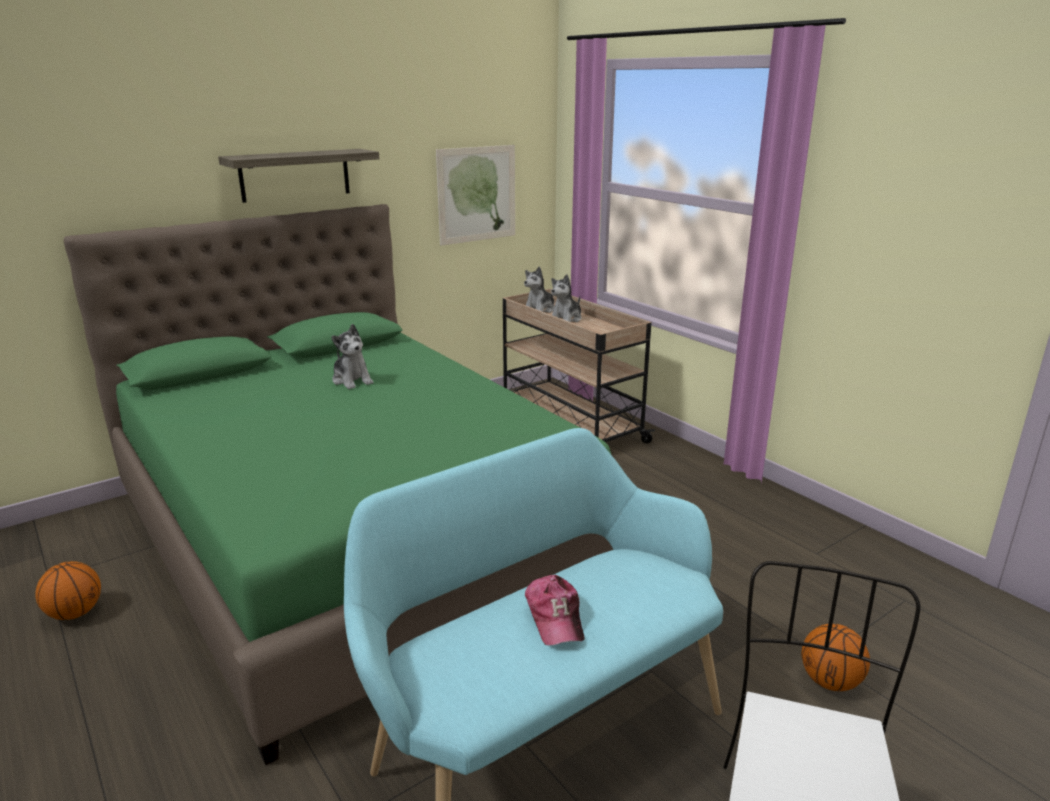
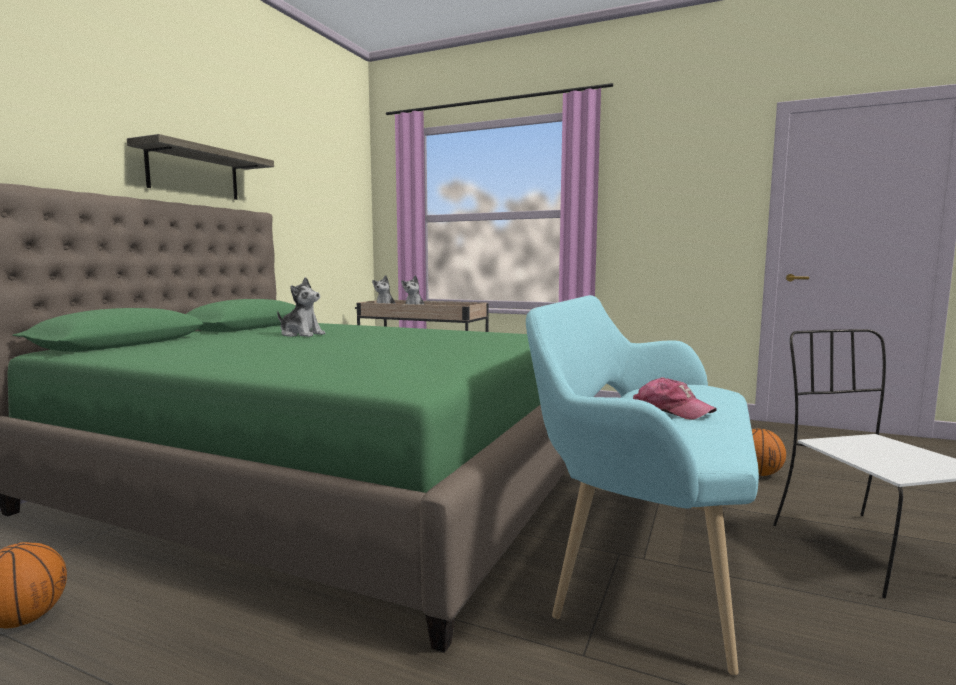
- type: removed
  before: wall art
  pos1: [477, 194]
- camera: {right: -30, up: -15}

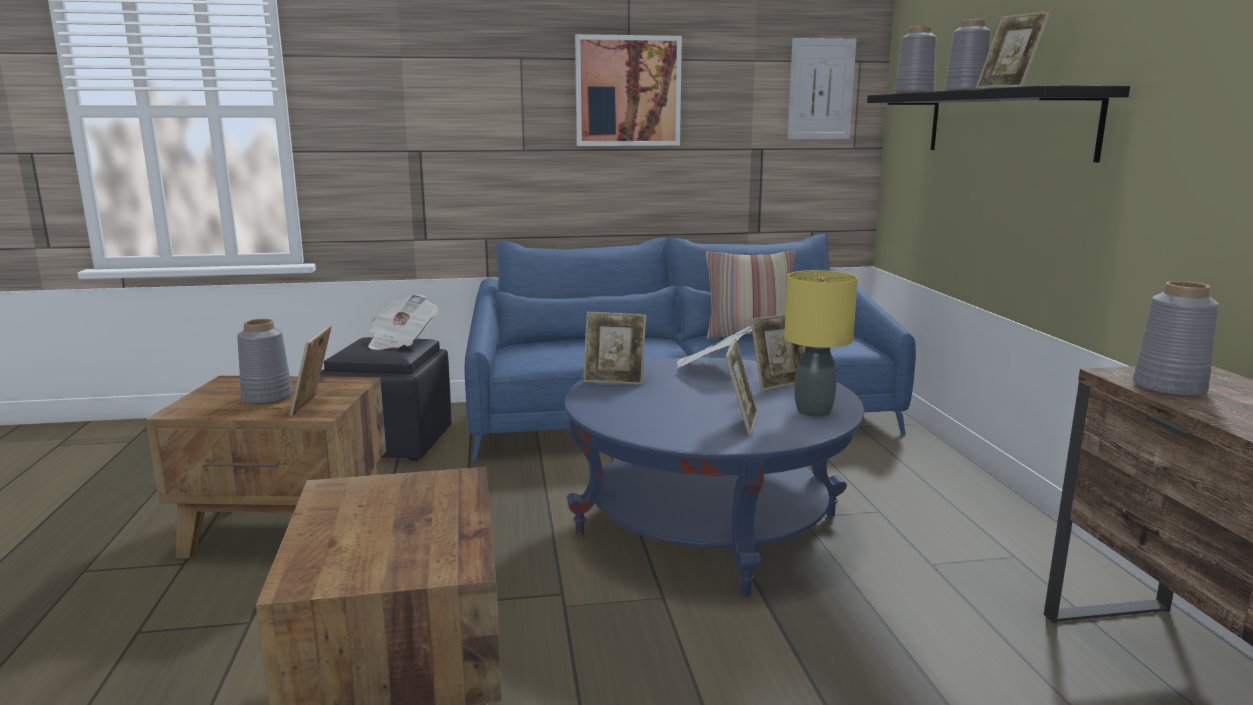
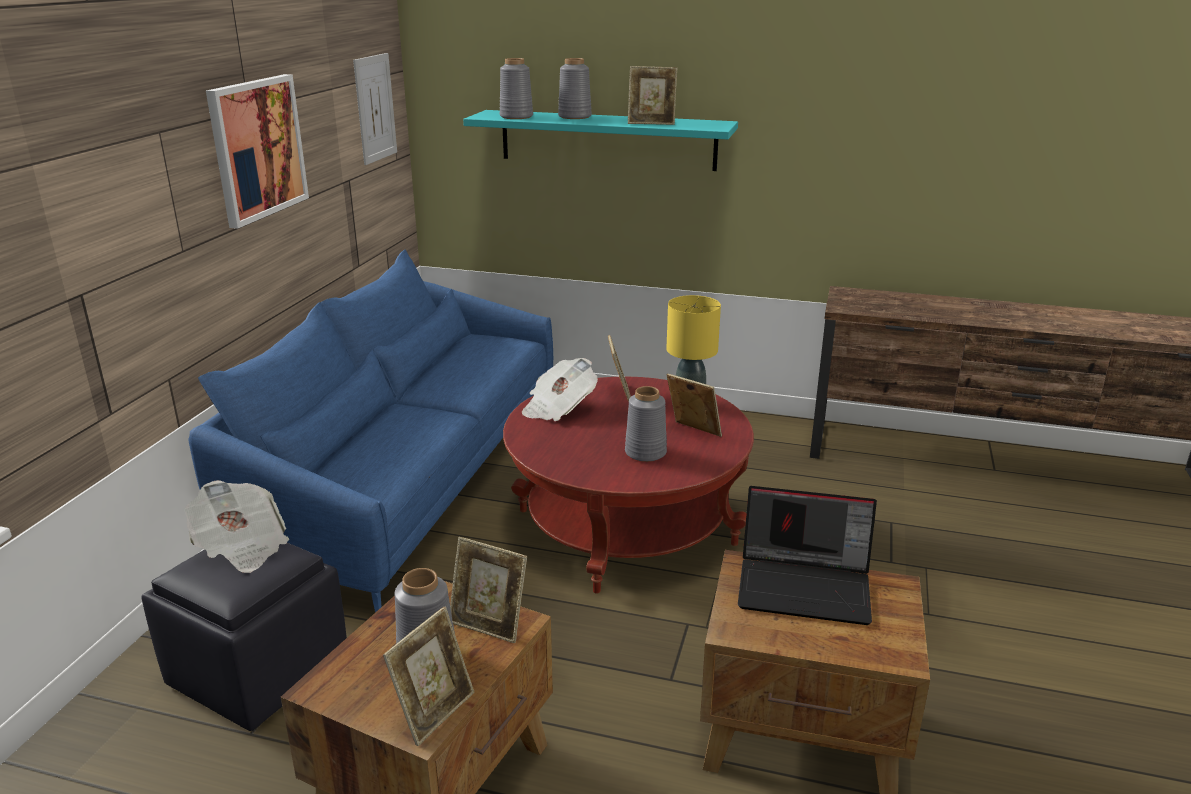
- type: removed
  before: pillow
  pos1: [750, 335]
- type: added
  after: laptop
  pos2: [806, 586]
- type: moved
  before: standing frame
  pos1: [614, 380]
  pos2: [434, 712]
- type: moved
  before: vase (grey)
  pos1: [1170, 388]
  pos2: [646, 452]
- type: recoloured
  before: lounge table (blue)
  after: lounge table (red)
  pos1: [708, 524]
  pos2: [626, 526]
- type: recoloured
  before: bracket shelf (black)
  after: bracket shelf (blue-green)
  pos1: [1006, 123]
  pos2: [607, 140]
- camera: {right: -65, up: 10}

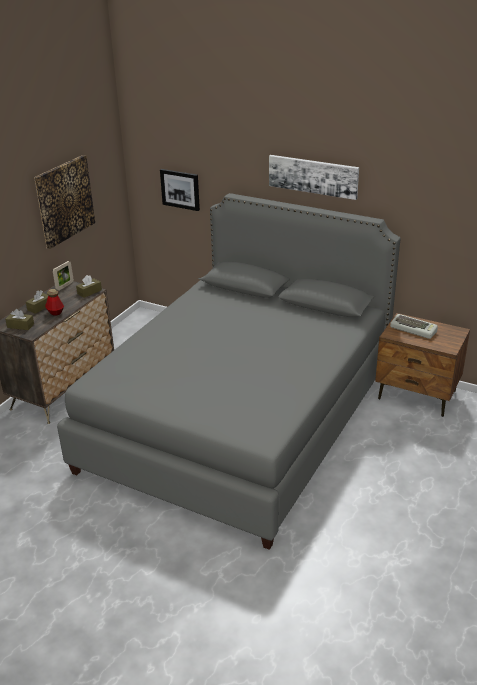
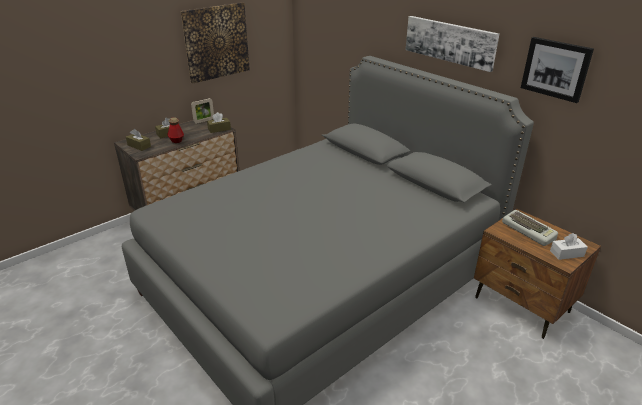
- type: added
  after: tissue box (white-coloured)
  pos2: [566, 253]
- type: moved
  before: wall art
  pos1: [180, 189]
  pos2: [556, 69]
- camera: {right: 20, up: 0}

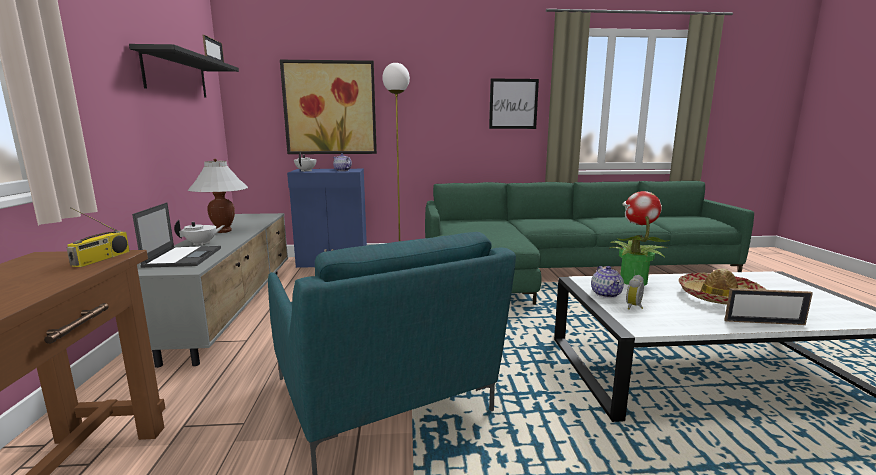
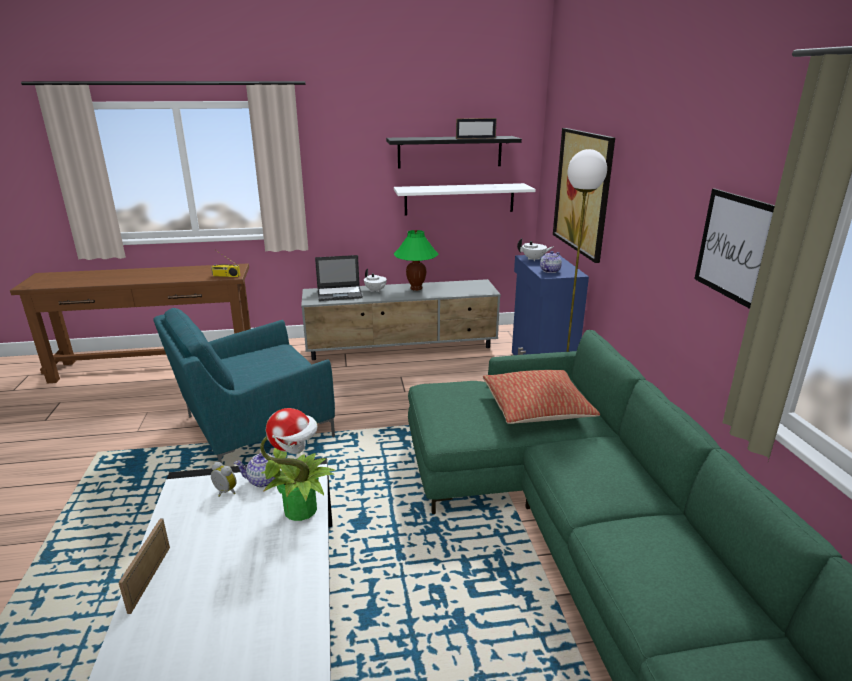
- type: removed
  before: clothing hat
  pos1: [719, 297]
- type: added
  after: bracket shelf (white-coloured)
  pos2: [459, 199]
- type: added
  after: pillow
  pos2: [536, 409]
- type: recoloured
  before: lamp for a table (white-coloured)
  after: lamp for a table (green)
  pos1: [223, 231]
  pos2: [416, 288]
- camera: {right: 85, up: 10}

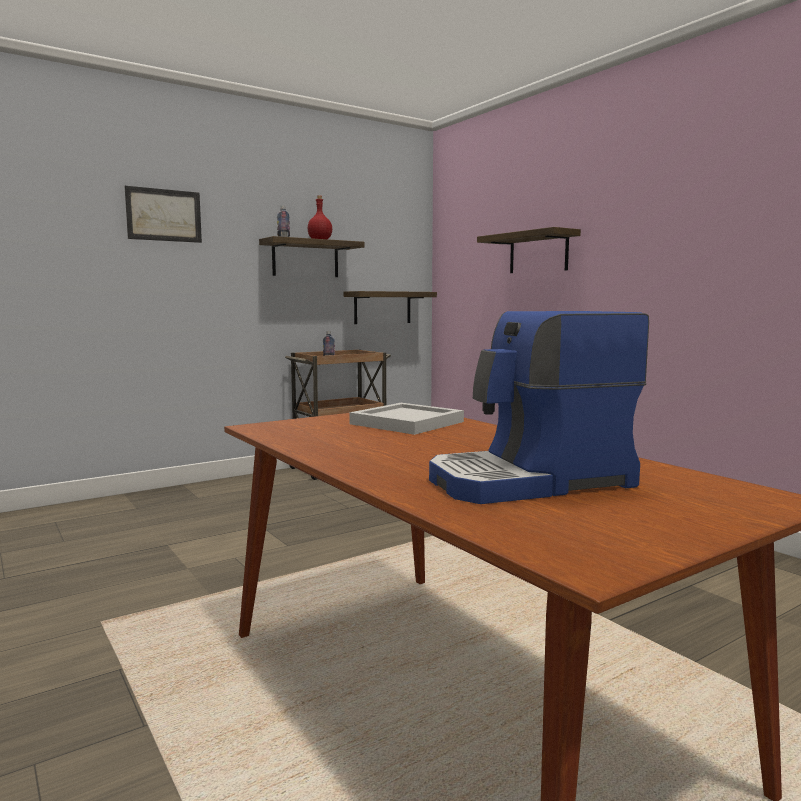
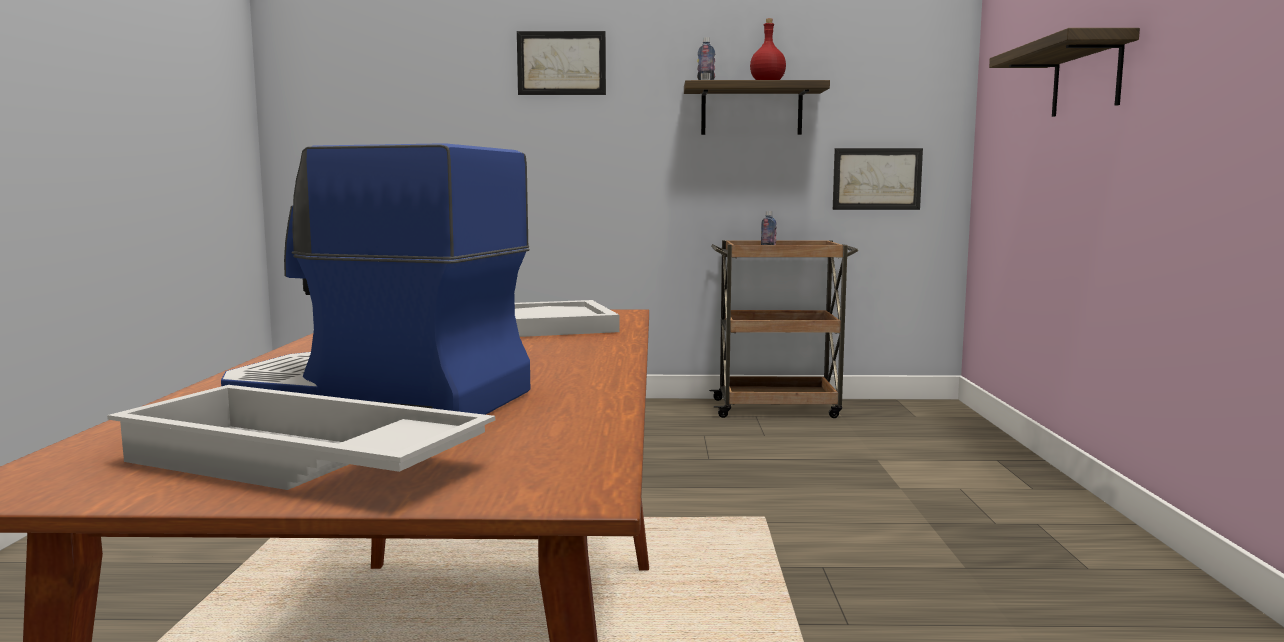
- type: added
  after: carrying tray (white-coloured)
  pos2: [296, 464]
- type: replaced
  before: bracket shelf
  after: wall art
  pos1: [382, 307]
  pos2: [877, 179]
- camera: {right: 35, up: 0}

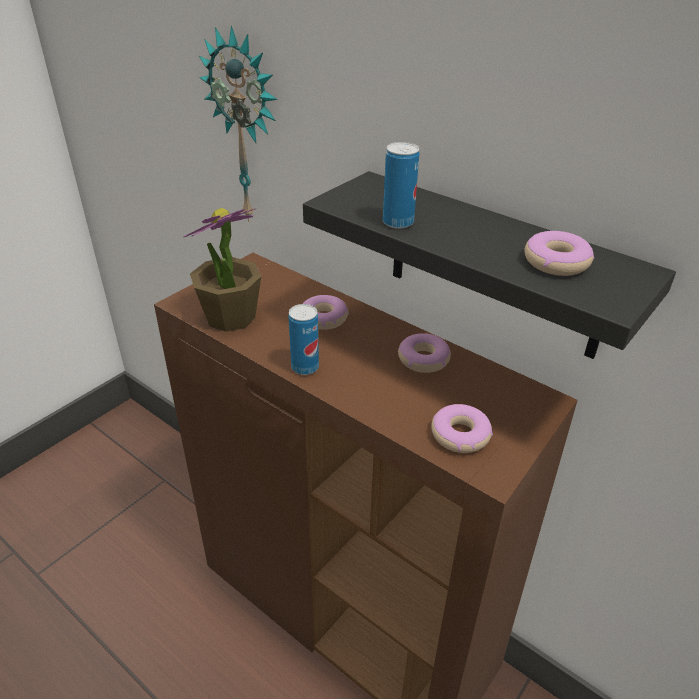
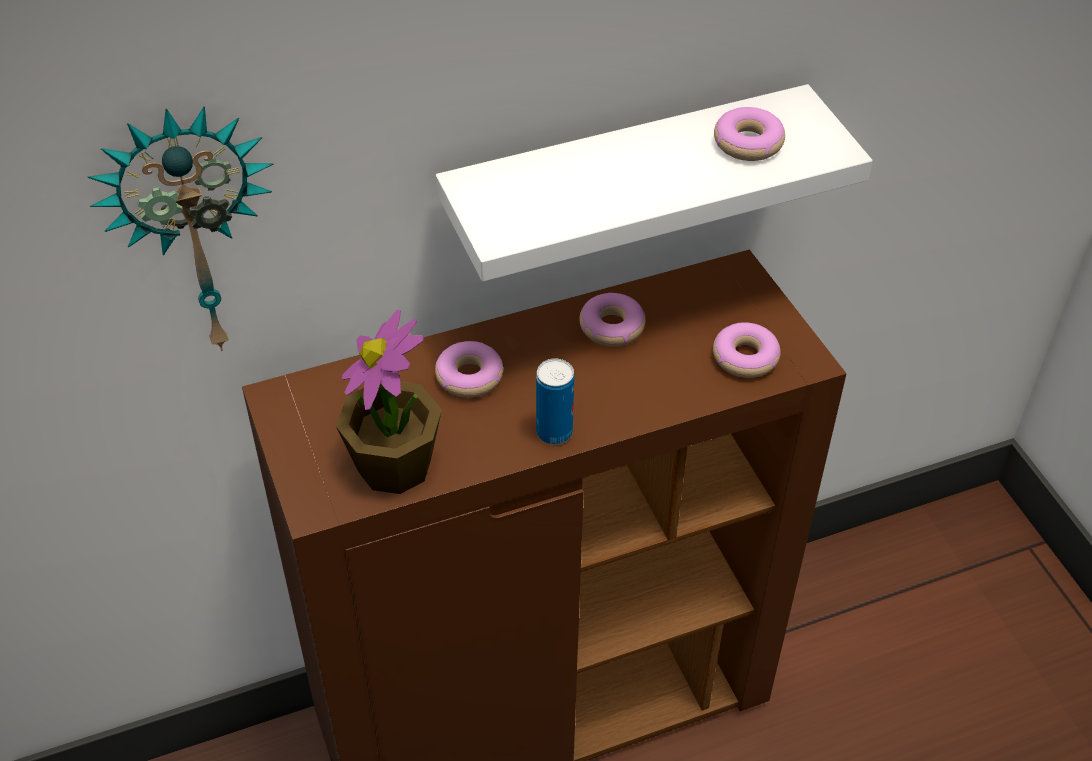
- type: removed
  before: metal can
  pos1: [398, 222]
- type: recoloured
  before: bracket shelf (black)
  after: bracket shelf (white-coloured)
  pos1: [494, 265]
  pos2: [625, 181]
- camera: {right: -60, up: 10}

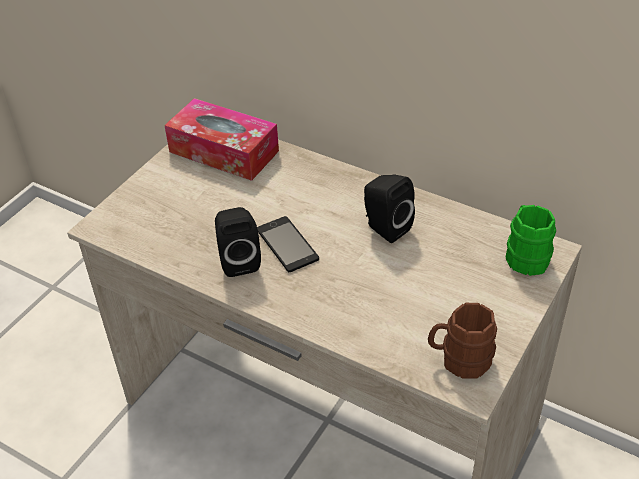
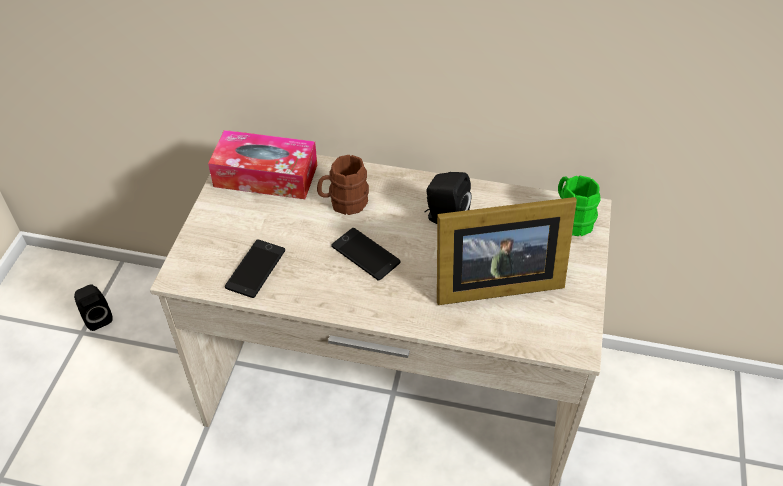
- type: added
  after: handset
  pos2: [255, 269]
- type: added
  after: standing frame
  pos2: [492, 282]
- type: moved
  before: speaker (black)
  pos1: [238, 260]
  pos2: [97, 317]
- type: moved
  before: coffee mug (brown)
  pos1: [459, 360]
  pos2: [343, 202]
- camera: {right: -20, up: 5}

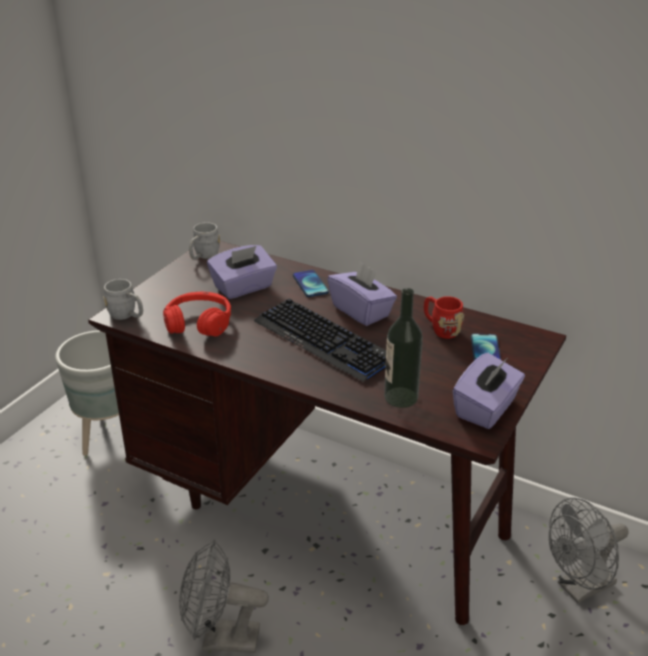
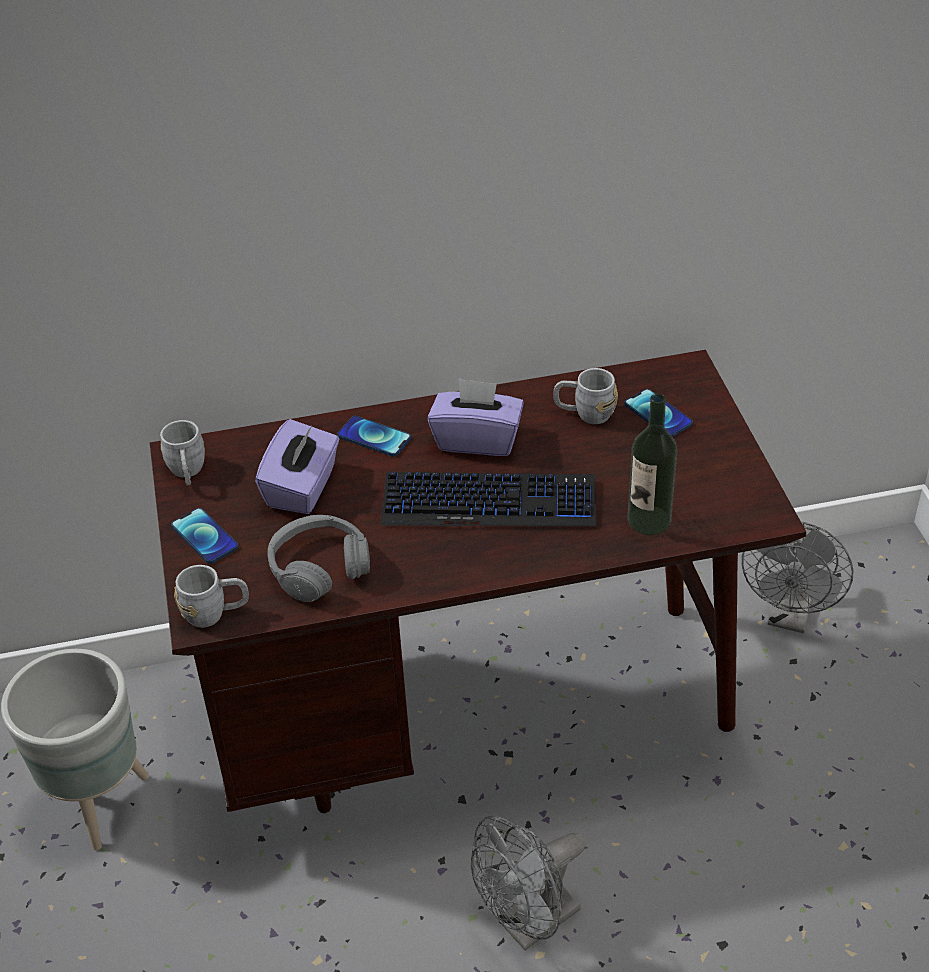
- type: removed
  before: tissue box (purple)
  pos1: [486, 409]
- type: added
  after: handset
  pos2: [204, 537]
- type: recoloured
  before: headset (red)
  after: headset (grey)
  pos1: [199, 323]
  pos2: [319, 567]
- type: recoloured
  before: coffee mug (red)
  after: coffee mug (grey)
  pos1: [440, 329]
  pos2: [585, 413]
- camera: {right: -40, up: 10}

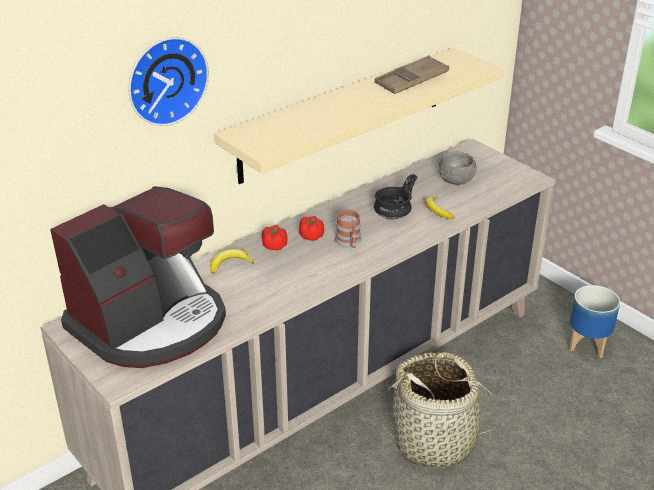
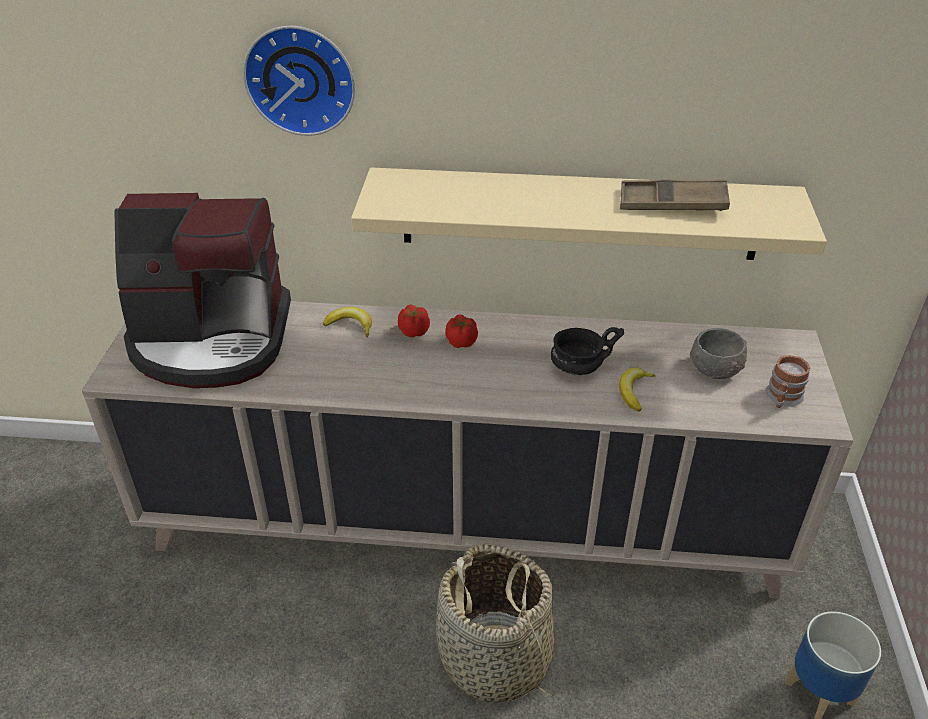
- type: moved
  before: coffee mug
  pos1: [349, 242]
  pos2: [782, 399]
- camera: {right: 45, up: 5}

